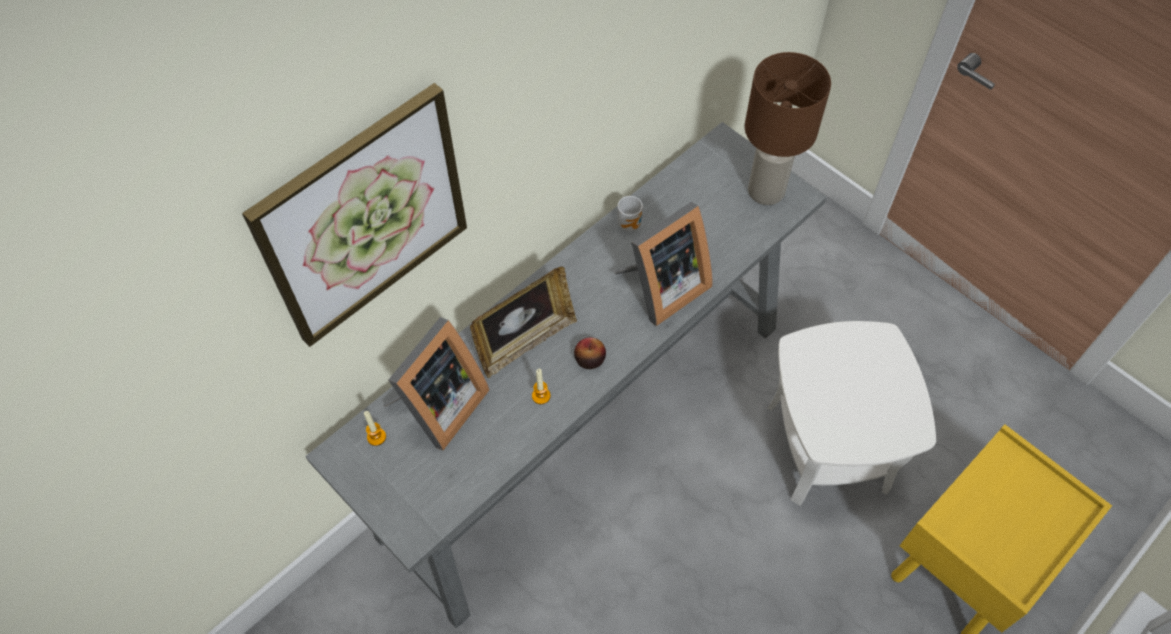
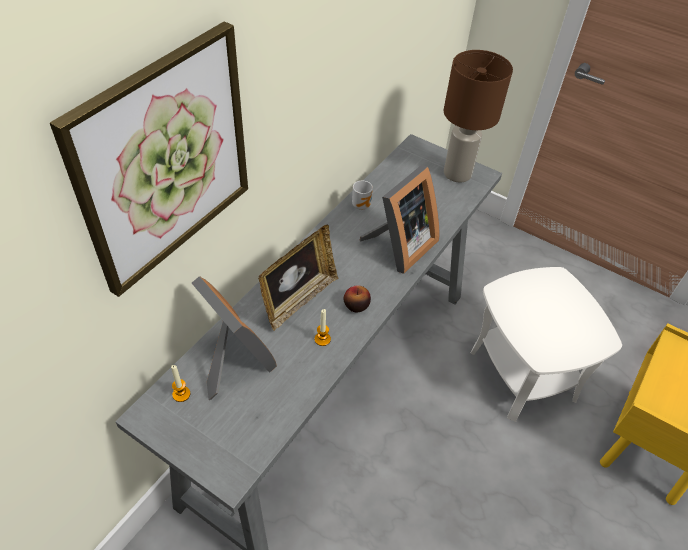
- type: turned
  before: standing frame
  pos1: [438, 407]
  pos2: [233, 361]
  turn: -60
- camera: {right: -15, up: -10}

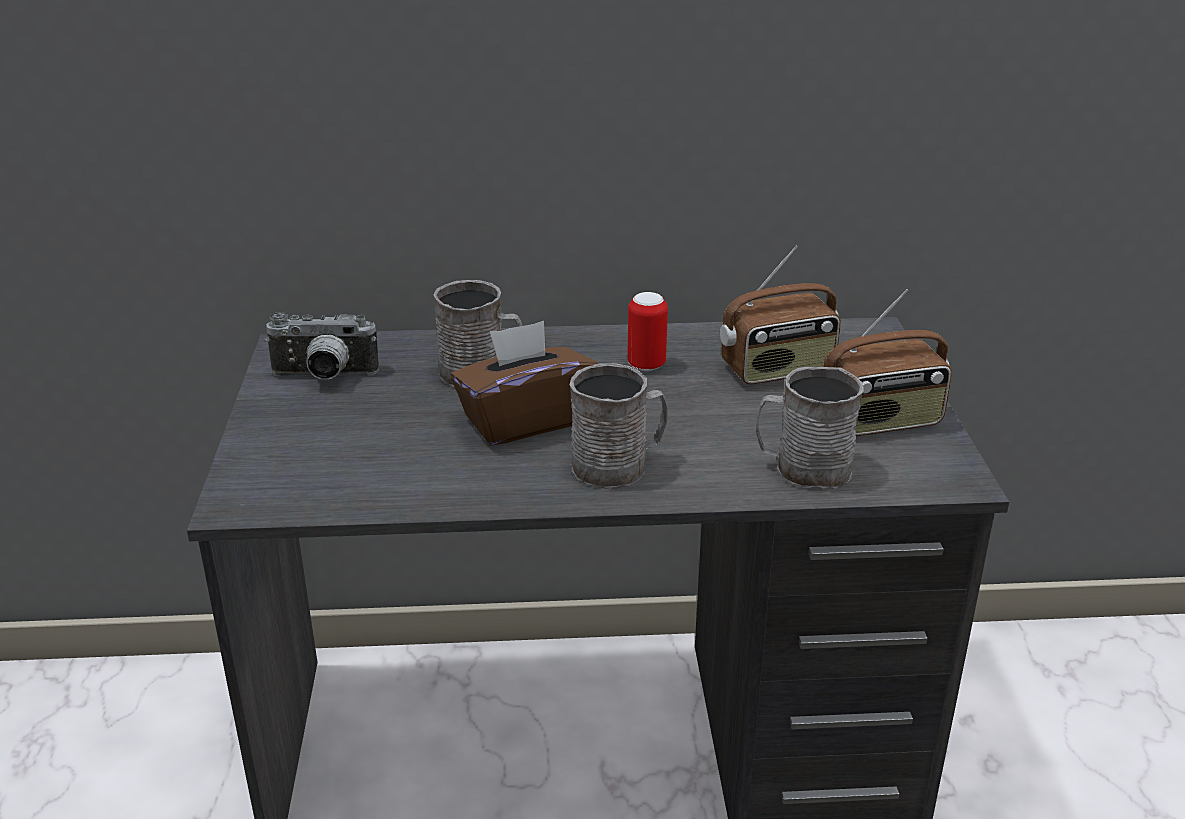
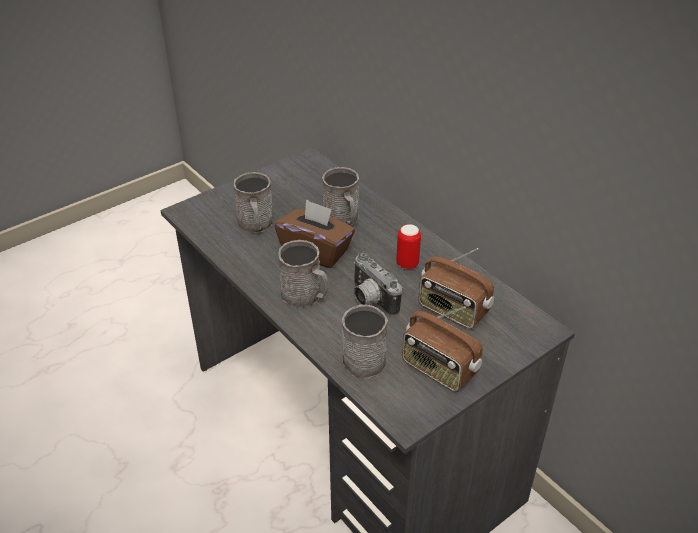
- type: added
  after: coffee mug (grey)
  pos2: [256, 225]
- type: moved
  before: still camera
  pos1: [323, 378]
  pos2: [370, 300]
- camera: {right: 55, up: 10}

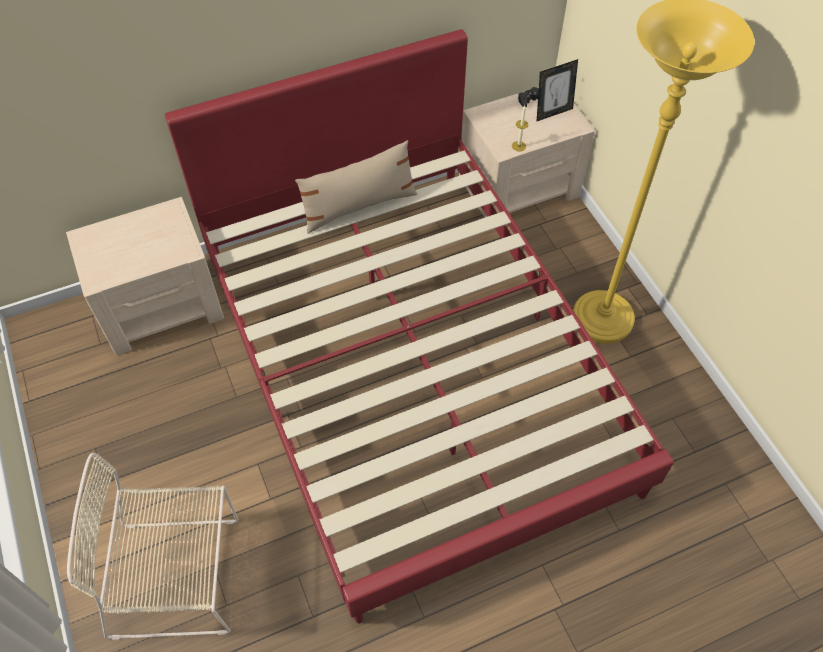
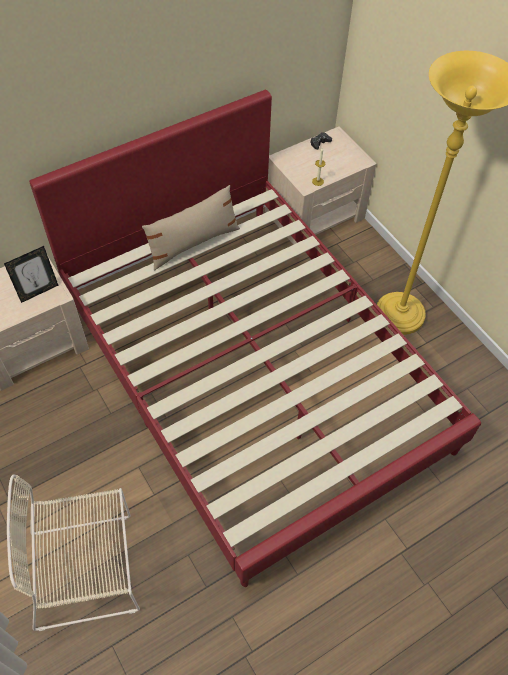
- type: moved
  before: standing frame
  pos1: [553, 113]
  pos2: [38, 291]
- camera: {right: -10, up: 0}

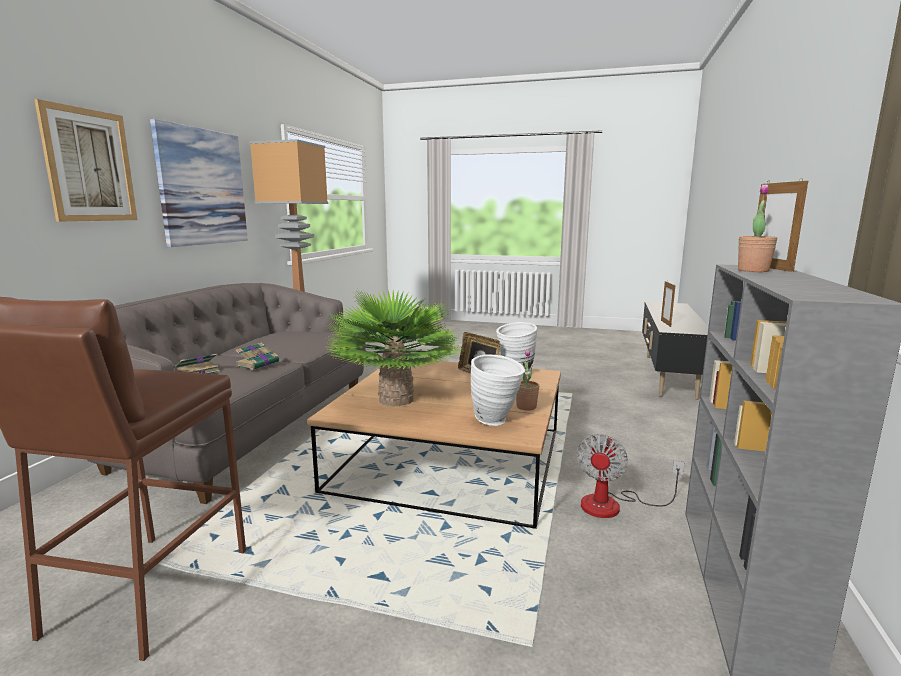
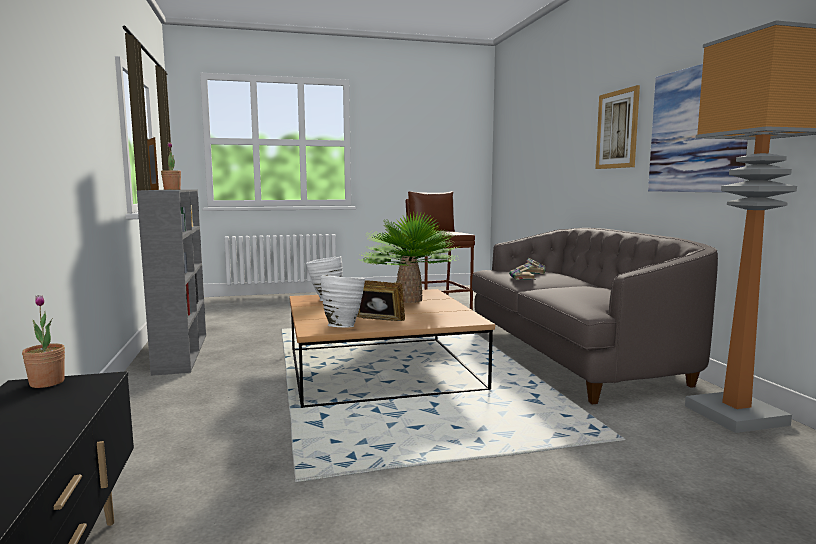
- type: removed
  before: fan
  pos1: [613, 505]
- type: removed
  before: standing frame
  pos1: [665, 323]
- type: moved
  before: houseplant
  pos1: [526, 407]
  pos2: [47, 383]
- camera: {right: 150, up: -5}

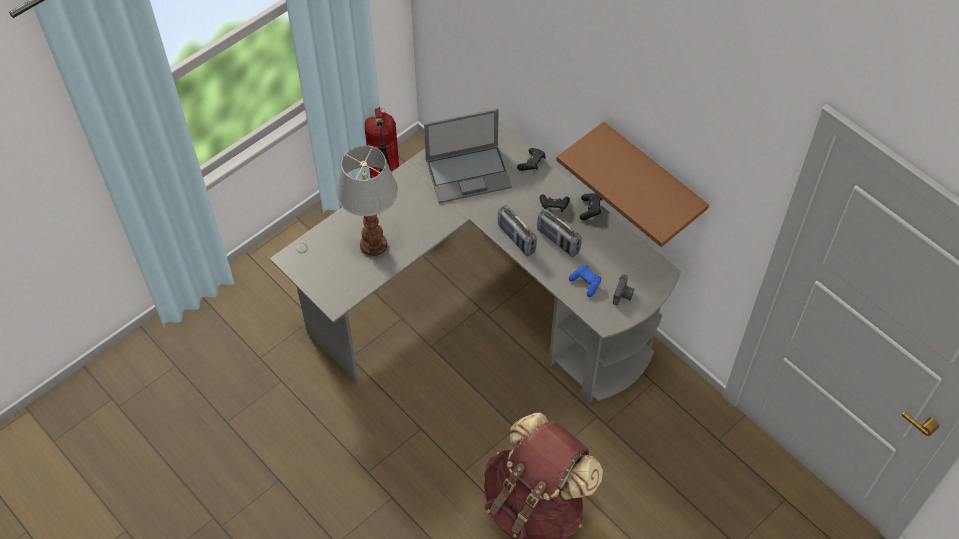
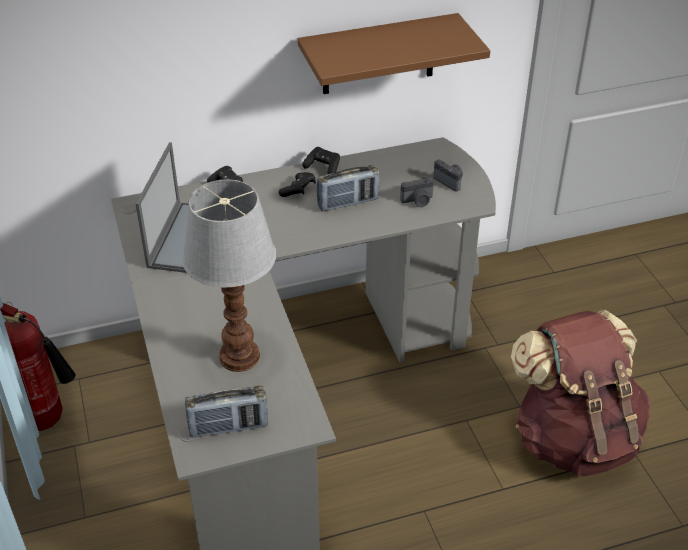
- type: moved
  before: radio
  pos1: [516, 239]
  pos2: [228, 427]
- type: replaced
  before: joypad (blue)
  after: still camera
  pos1: [586, 283]
  pos2: [418, 201]
- camera: {right: -65, up: -15}

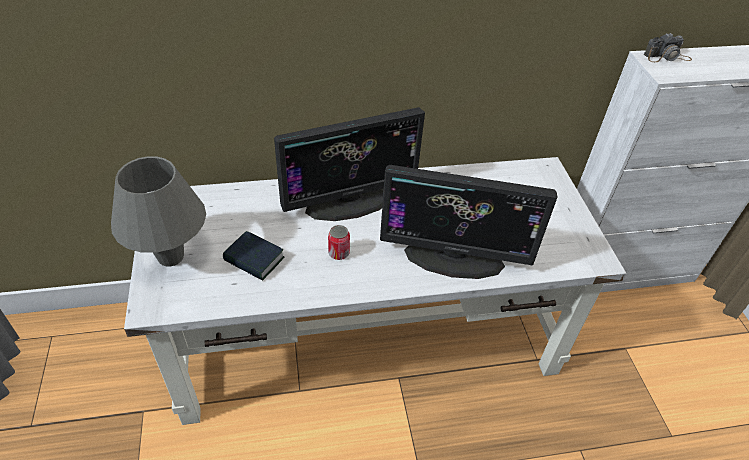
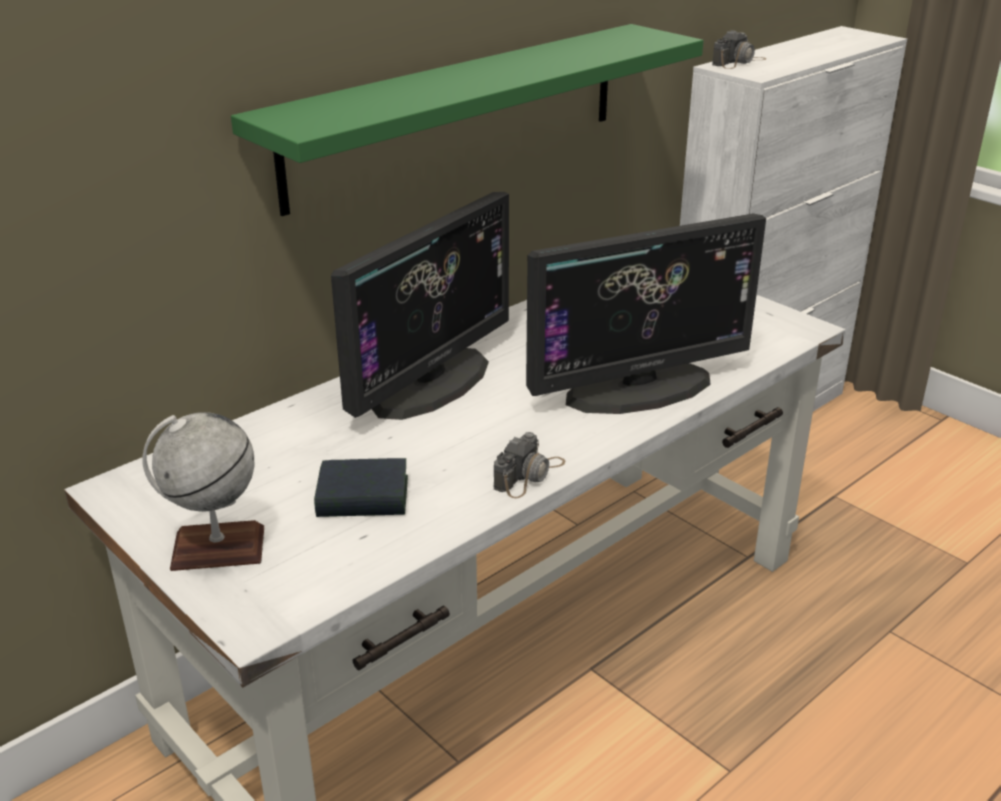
- type: removed
  before: metal can
  pos1: [339, 253]
- type: added
  after: bracket shelf (green)
  pos2: [458, 113]
- type: added
  after: still camera
  pos2: [529, 474]
- type: replaced
  before: lamp for a table (grey)
  after: globe
  pos1: [171, 256]
  pos2: [217, 548]
- camera: {right: -30, up: -15}

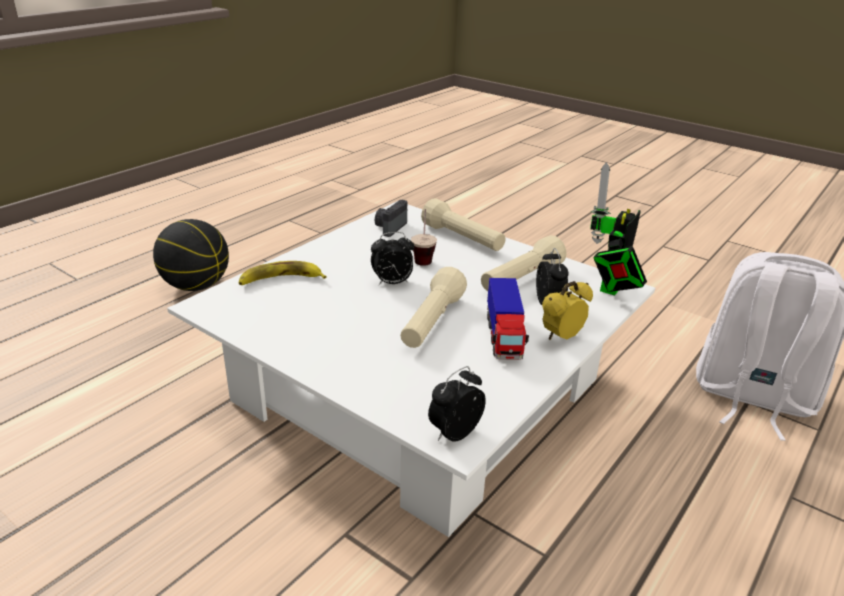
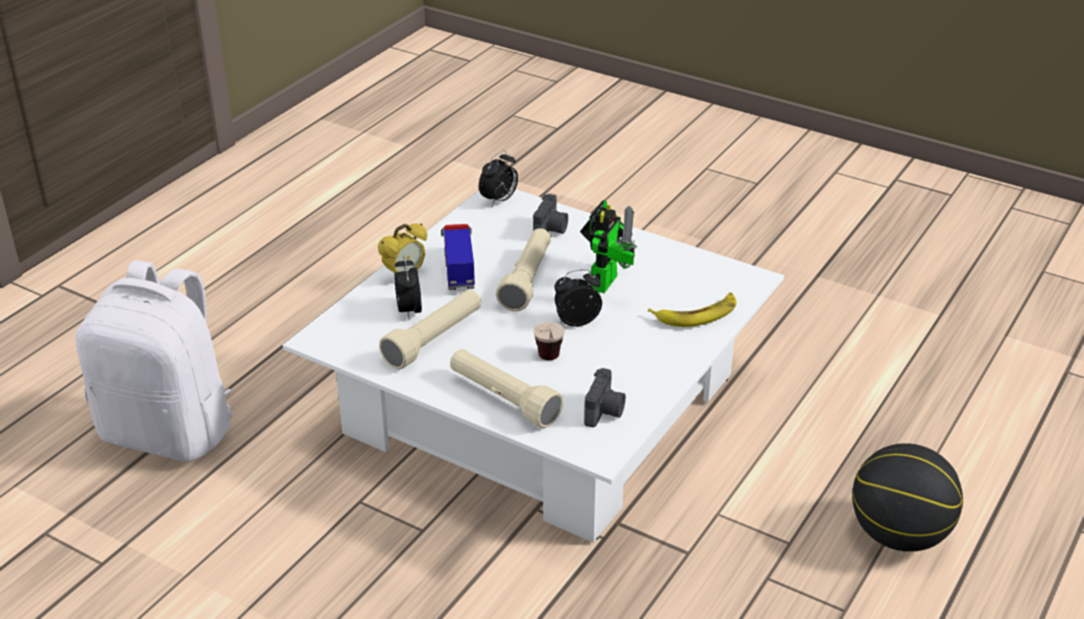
- type: added
  after: still camera
  pos2: [551, 230]
- type: moved
  before: toy robot
  pos1: [610, 289]
  pos2: [605, 279]
- camera: {right: 175, up: 5}

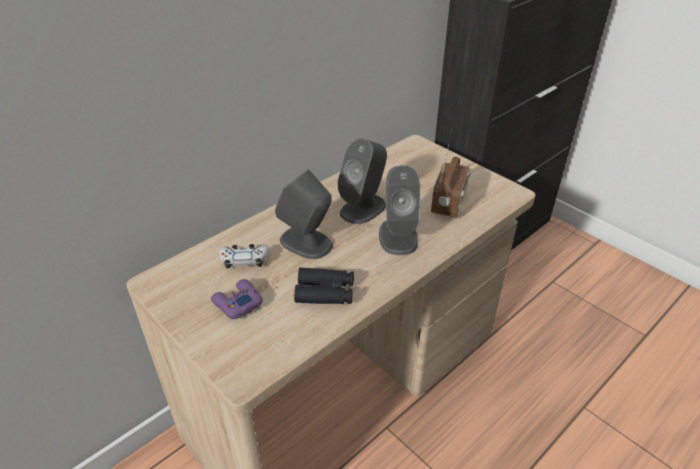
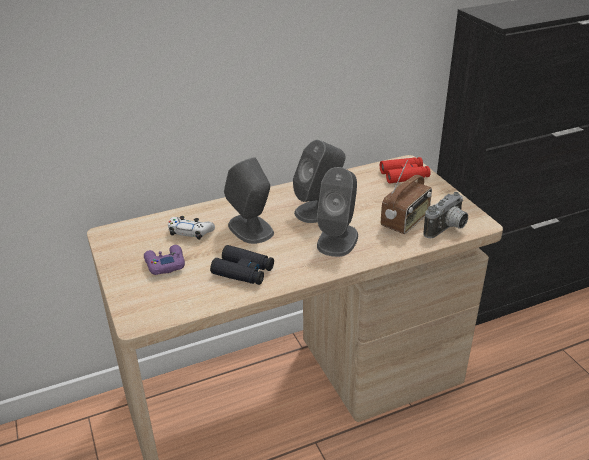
- type: added
  after: binoculars (red)
  pos2: [404, 175]
- type: added
  after: still camera
  pos2: [447, 229]
- camera: {right: 20, up: -5}

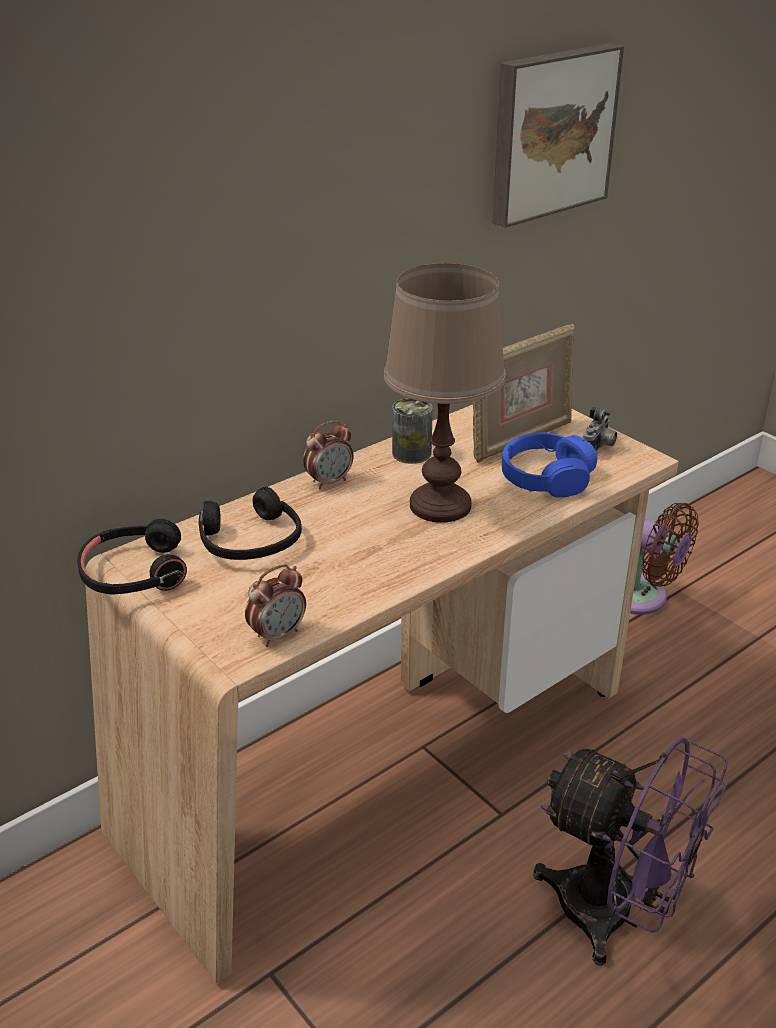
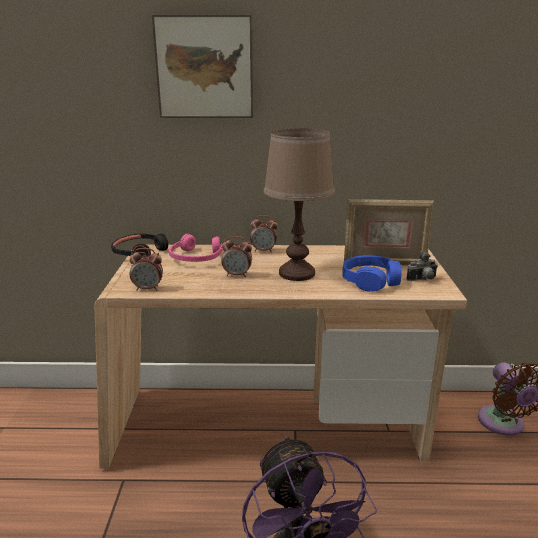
- type: removed
  before: metal can
  pos1: [411, 453]
- type: added
  after: bedside clock
  pos2: [237, 275]
- type: moved
  before: wall art
  pos1: [550, 133]
  pos2: [205, 67]
- type: recoloured
  before: headset (black)
  after: headset (pink-coloured)
  pos1: [250, 541]
  pos2: [196, 258]
- camera: {right: 40, up: -10}

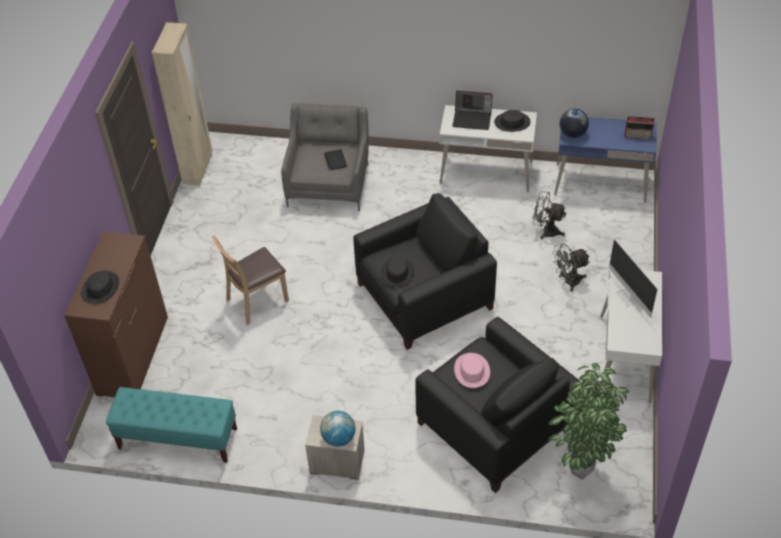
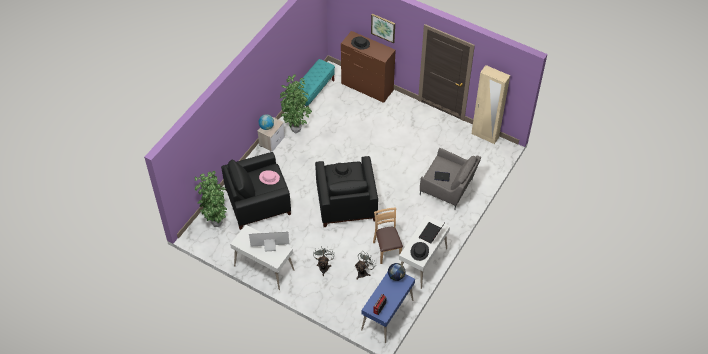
- type: added
  after: houseplant
  pos2: [297, 129]
- type: added
  after: wall art
  pos2: [383, 27]
- type: moved
  before: plain chair (brown)
  pos1: [257, 301]
  pos2: [387, 250]
- camera: {right: 110, up: 5}

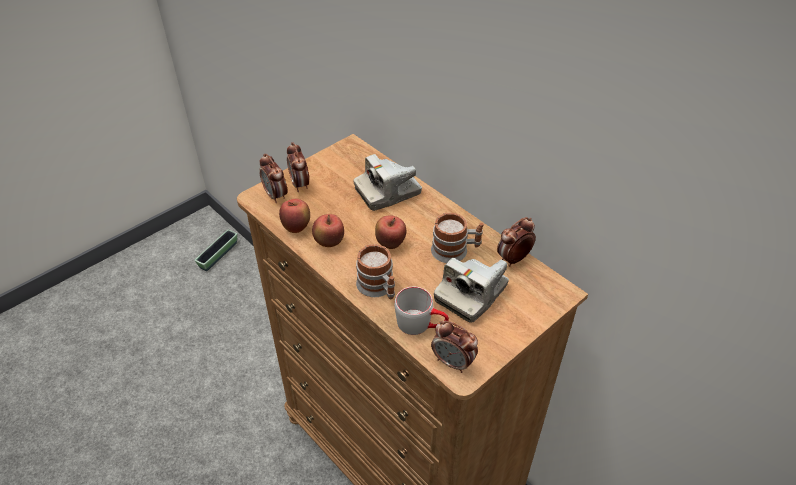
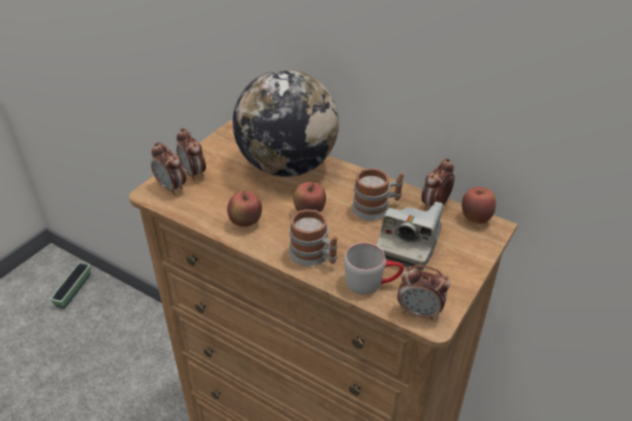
- type: moved
  before: apple fruit
  pos1: [296, 227]
  pos2: [476, 218]
- type: replaced
  before: still camera
  after: globe
  pos1: [387, 192]
  pos2: [287, 166]
- camera: {right: -15, up: -5}

